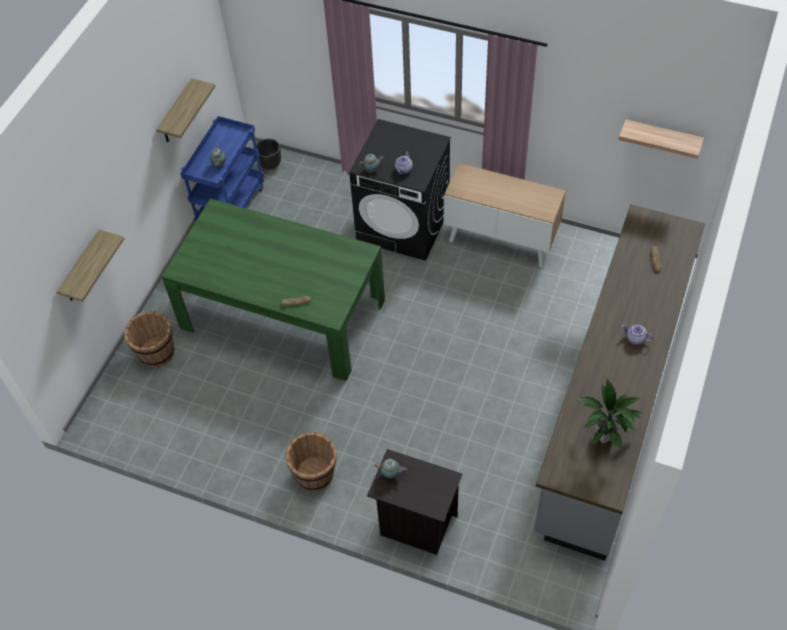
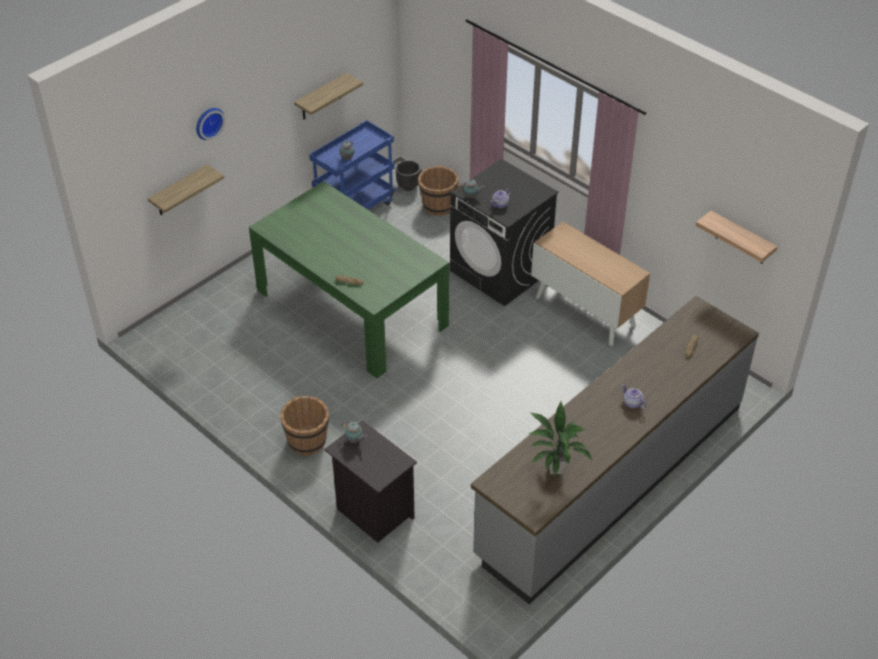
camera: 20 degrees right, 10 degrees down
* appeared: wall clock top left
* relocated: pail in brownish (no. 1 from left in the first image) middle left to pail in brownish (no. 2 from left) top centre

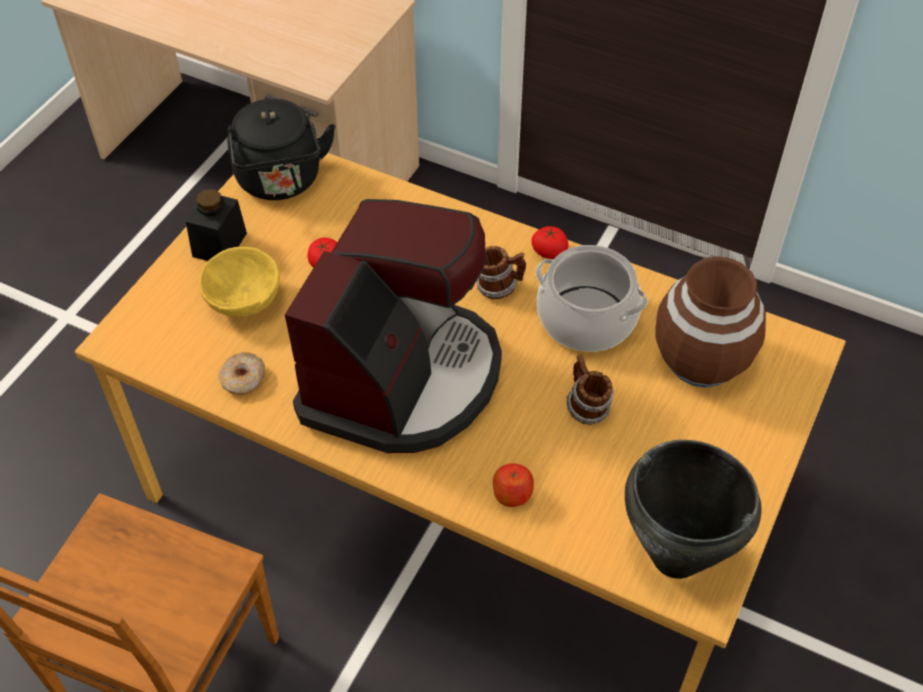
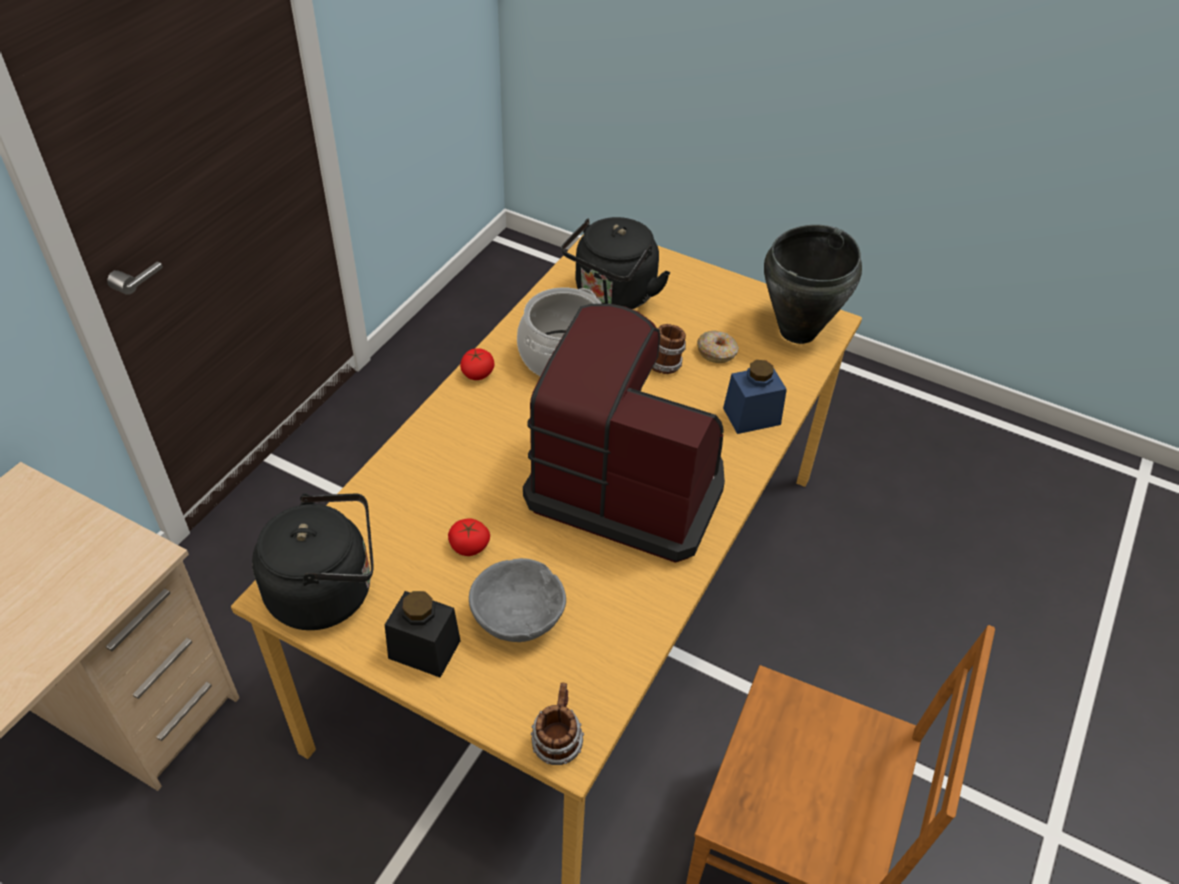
camera: 90 degrees left, 5 degrees down
* colour: serving bowl in yellow-coloured middle left to serving bowl in grey bottom centre
* relocated: coffee mug (no. 1 from left) centre to bottom centre
* exchanged: vase in brownish middle right to kettle in blackish (no. 2 from left) top centre
* relocated: doughnut middle left to centre
* exchanged: whole apple bottom centre to preserve jar in bluish centre

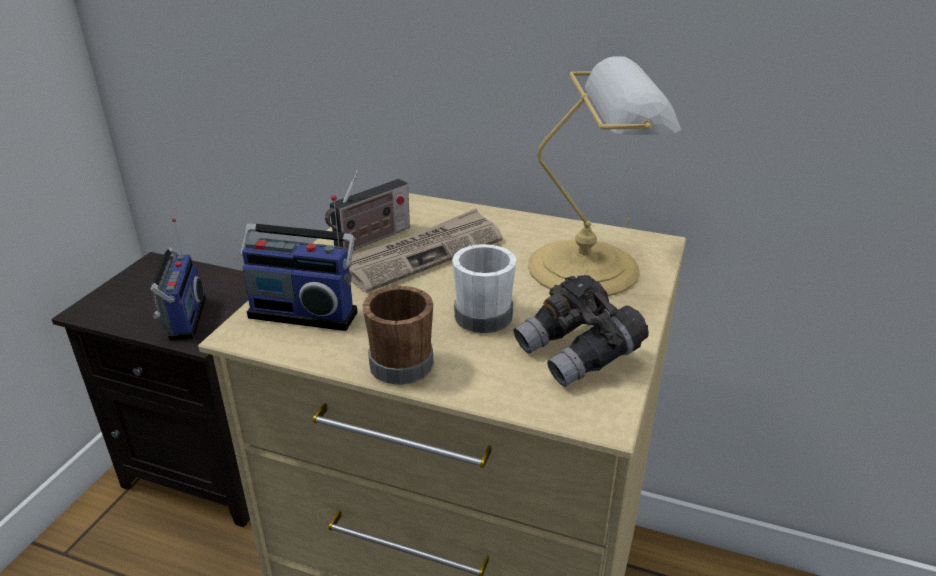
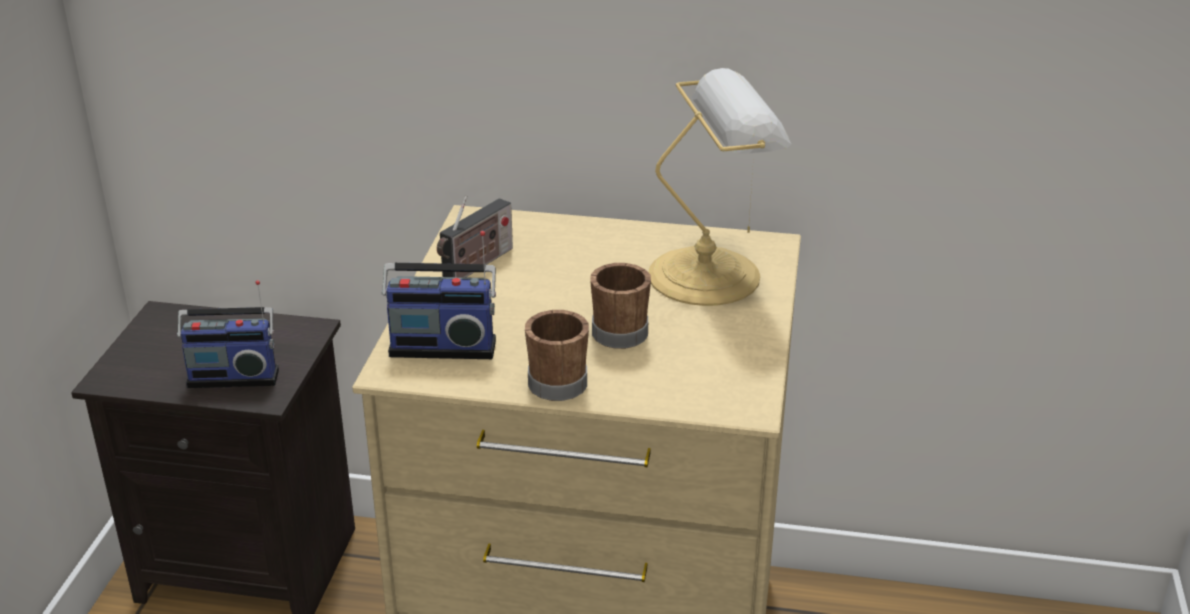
camera: 10 degrees left, 0 degrees up
* spun: radio set (no. 1 from left) middle left = middle left 105 degrees clockwise
* colour: coffee mug in white-coloured centre to coffee mug in brownish (no. 2 from left) centre
* missing: printed paper centre
* missing: pair of binoculars in grey centre

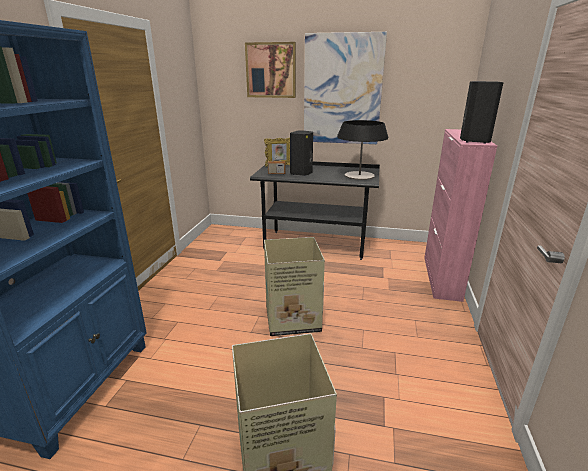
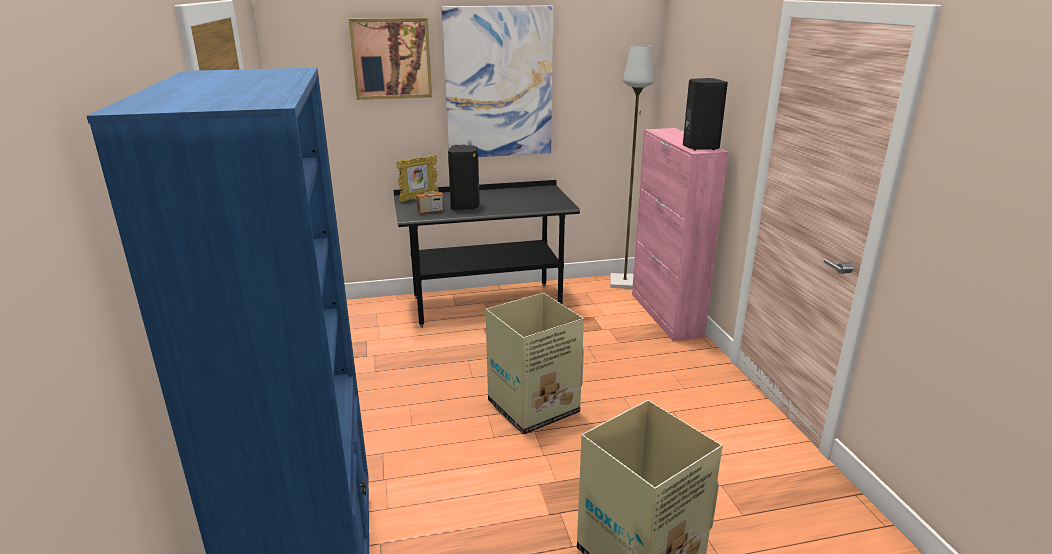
camera: 25 degrees left, 0 degrees up
* appeared: standard lamp in grey top centre
* missing: tabletop lamp top centre

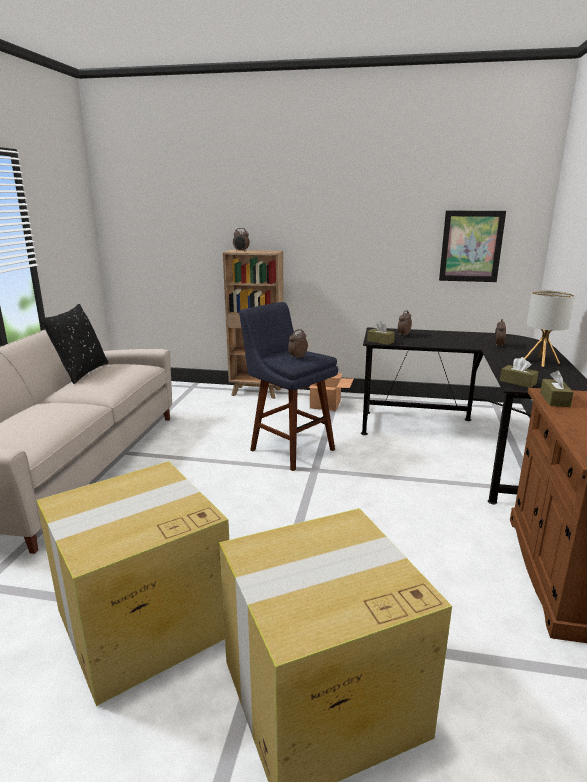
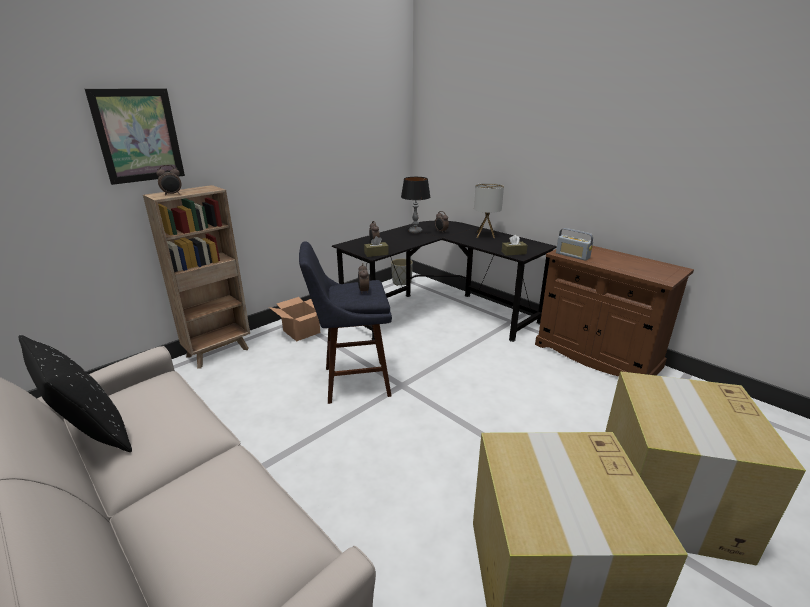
camera: 55 degrees left, 5 degrees up
* relocated: wall art top right to top left
* appeared: plant pot in grey centre
* appeared: tabletop lamp (no. 1 from left) centre
* exchanged: tissue holder in brownish (no. 3 from left) middle right to radio set middle right

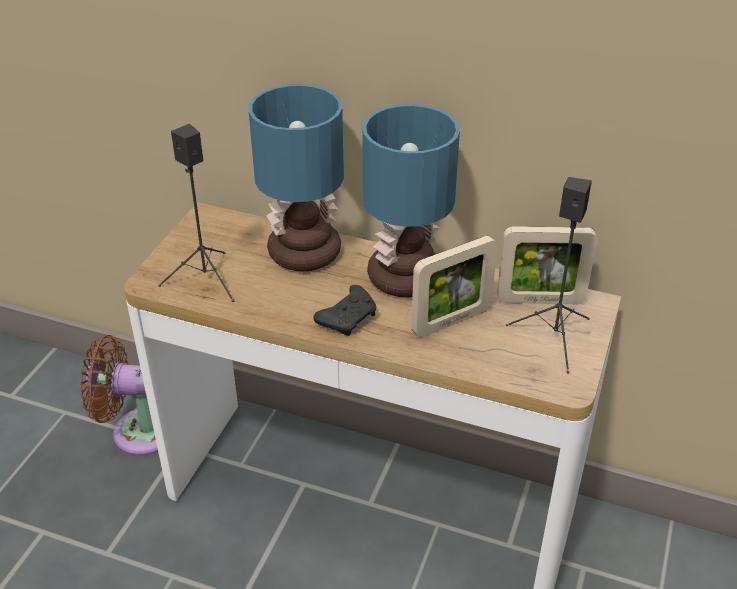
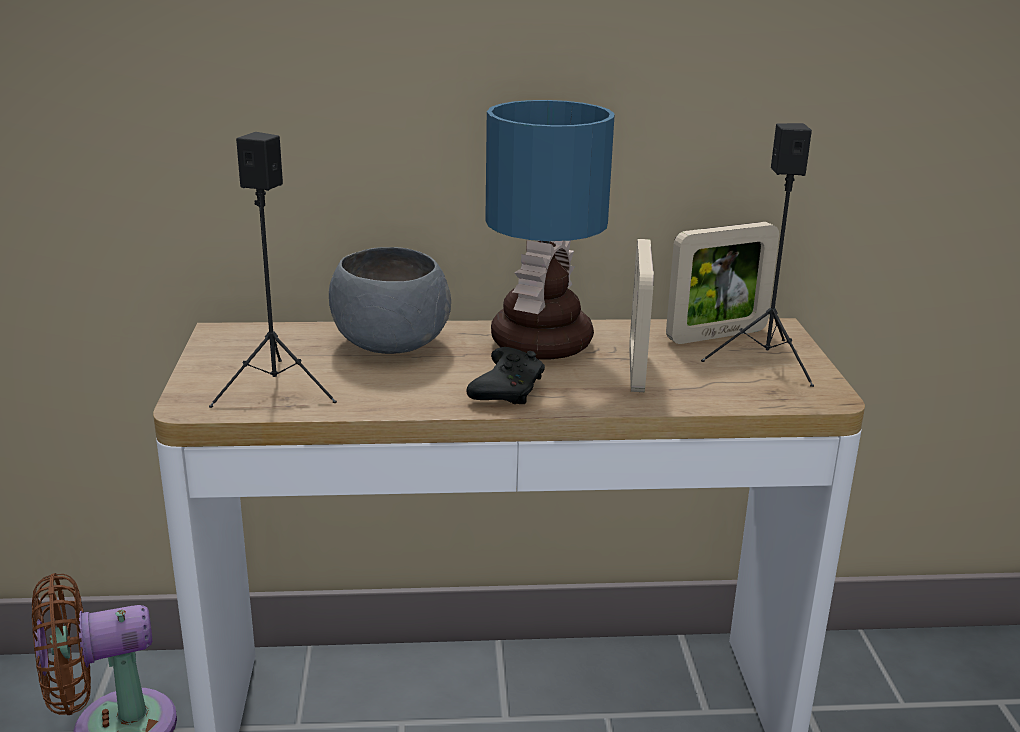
camera: 25 degrees left, 15 degrees down
* exchanged: tabletop lamp (no. 1 from left) top centre to serving bowl in grey centre
* spun: standing frame (no. 1 from left) centre = centre 150 degrees clockwise

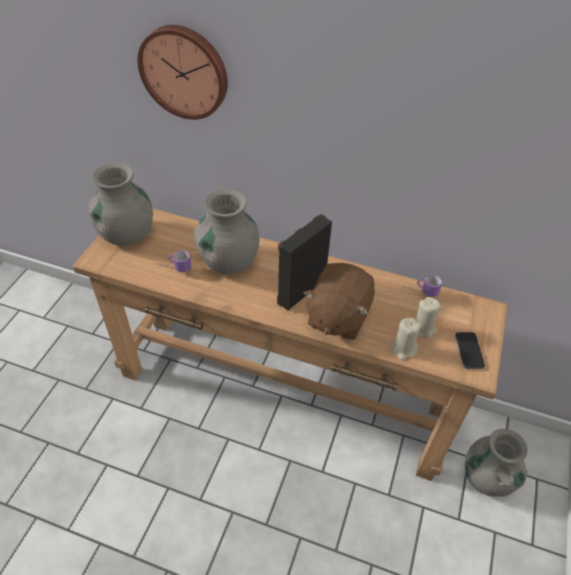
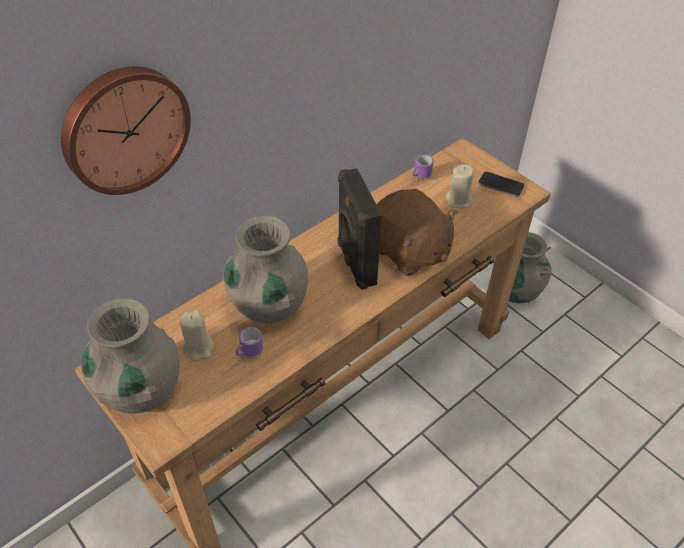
camera: 60 degrees left, 0 degrees up
* relocated: wax candle in beige (no. 1 from left) middle right to middle left

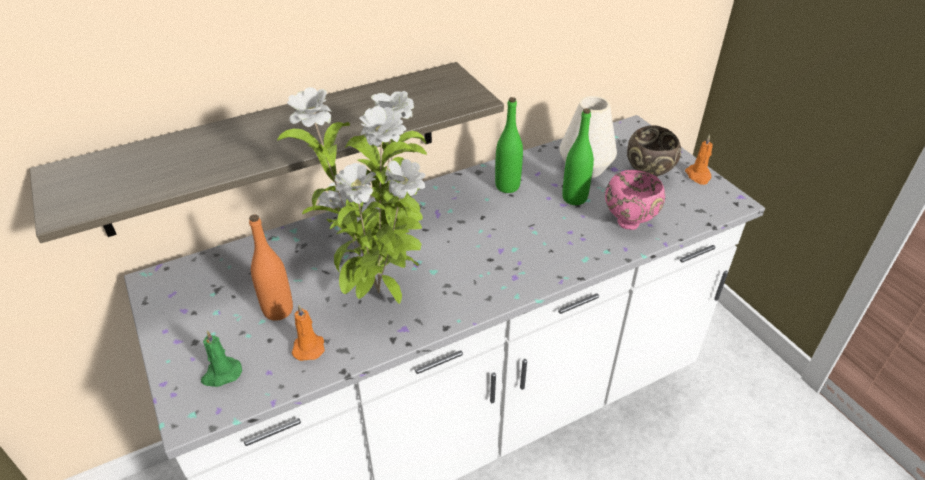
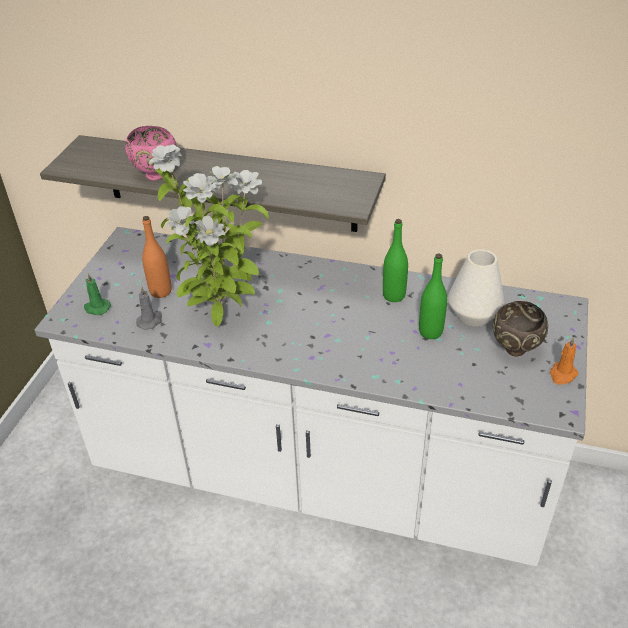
camera: 45 degrees right, 0 degrees up
* relocated: serving bowl in pinkish middle right to top left
* colour: wax candle in orange (no. 1 from left) bottom left to wax candle in grey middle left

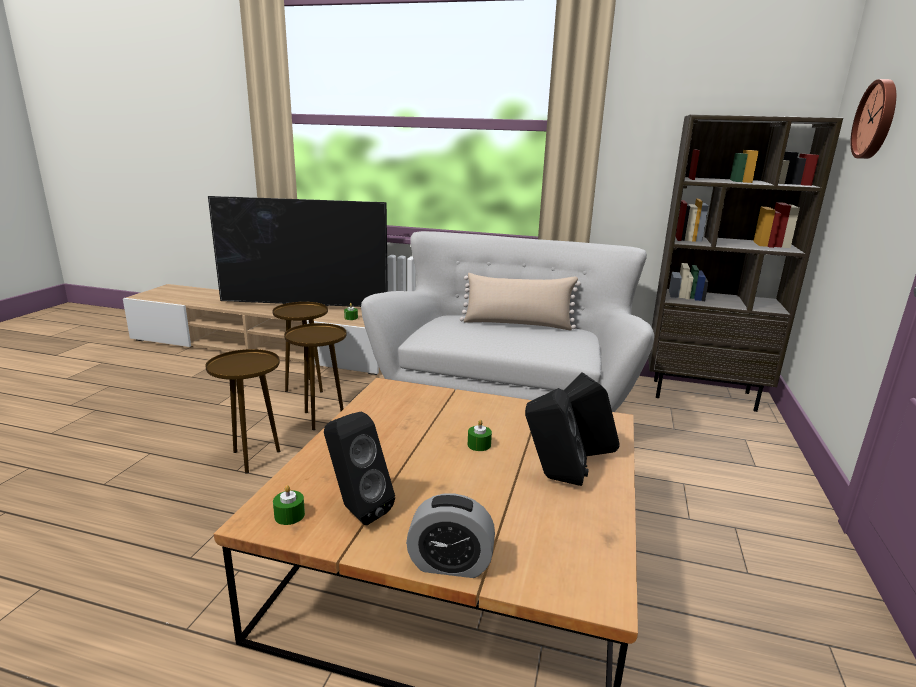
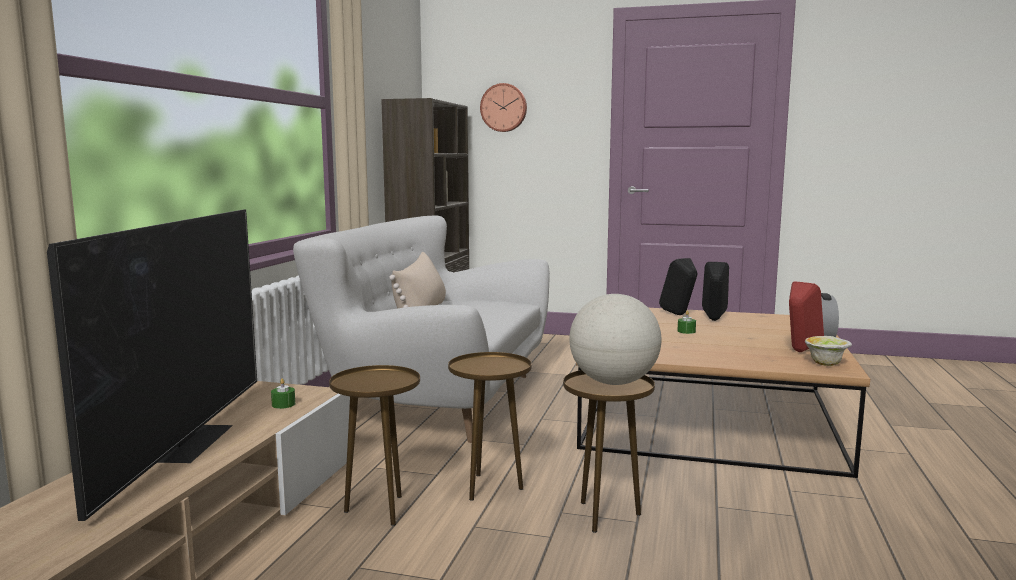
camera: 90 degrees left, 10 degrees down
* appeared: world globe centre
* colour: audio speaker in blackish (no. 1 from left) bottom centre to audio speaker in red middle right
* exchanged: wax candle in greenish (no. 1 from left) bottom left to serving bowl middle right

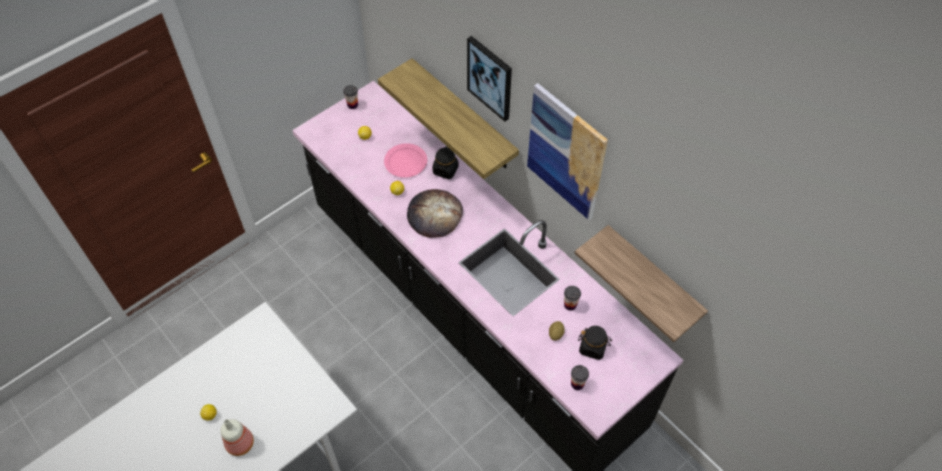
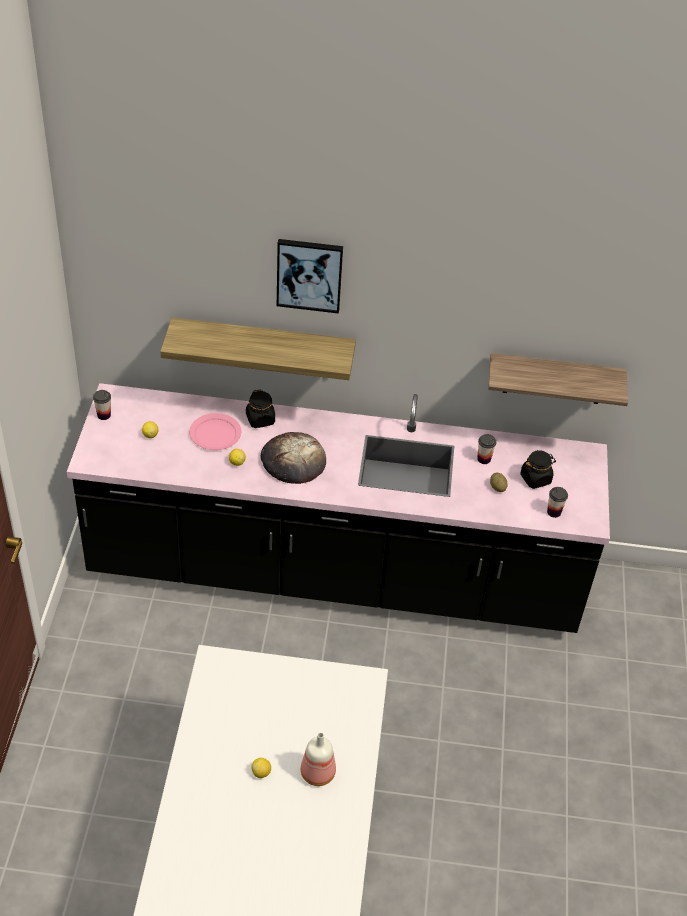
camera: 45 degrees left, 10 degrees down
* missing: wall art (no. 2 from left) top centre

